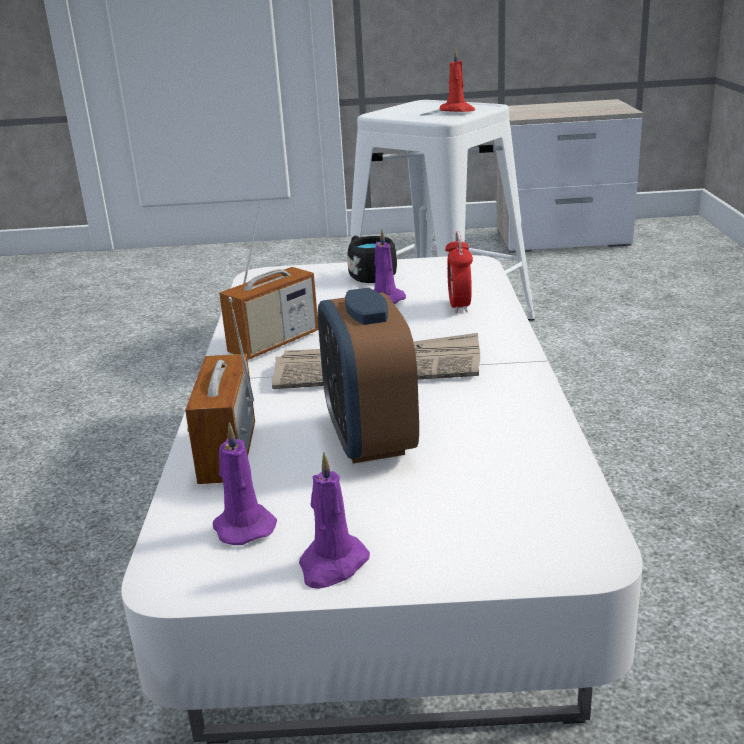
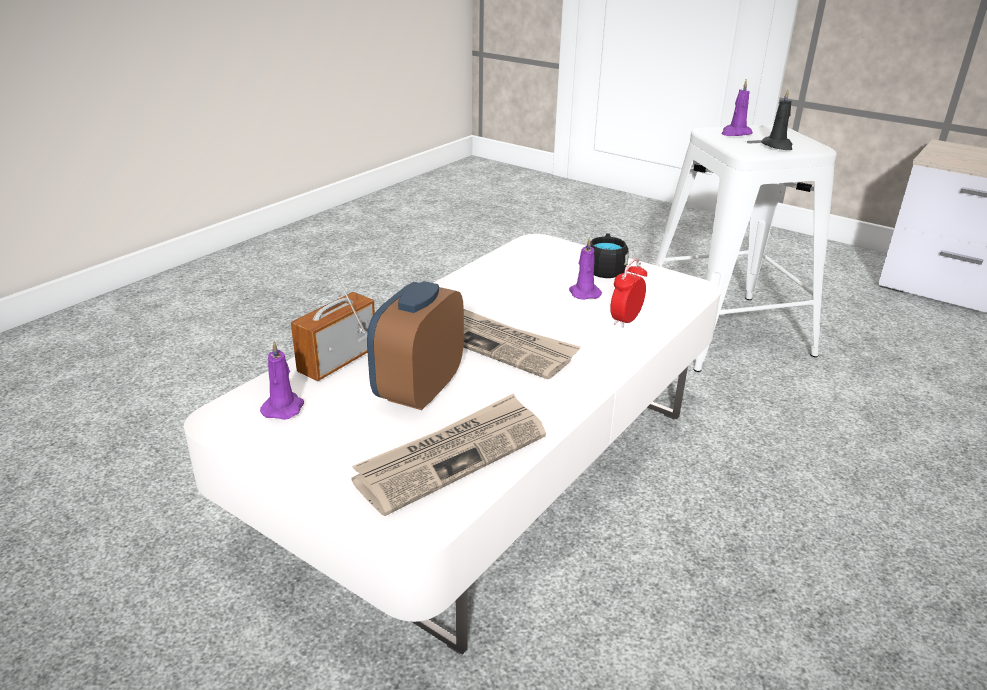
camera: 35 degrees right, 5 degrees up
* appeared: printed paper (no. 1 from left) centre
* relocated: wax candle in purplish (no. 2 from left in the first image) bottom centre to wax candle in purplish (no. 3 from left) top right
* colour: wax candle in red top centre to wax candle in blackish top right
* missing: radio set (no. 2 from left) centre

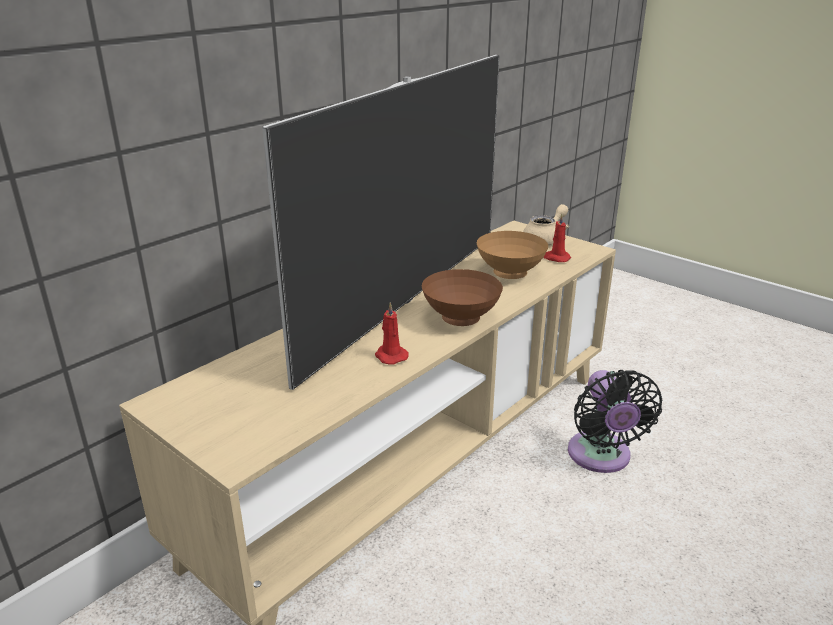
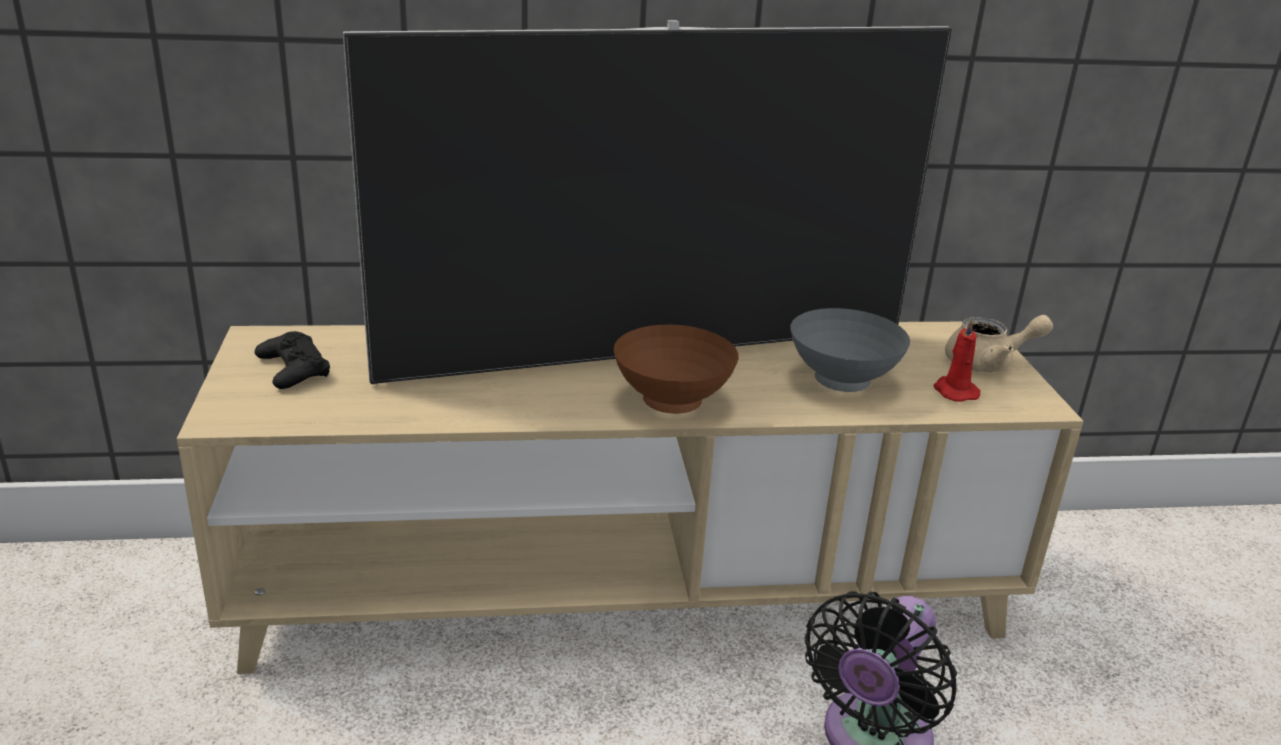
camera: 40 degrees right, 0 degrees up
* appeared: game controller in blackish middle left
* colour: serving bowl in brownish (no. 2 from left) centre to serving bowl in grey centre
* missing: wax candle in red (no. 1 from left) centre

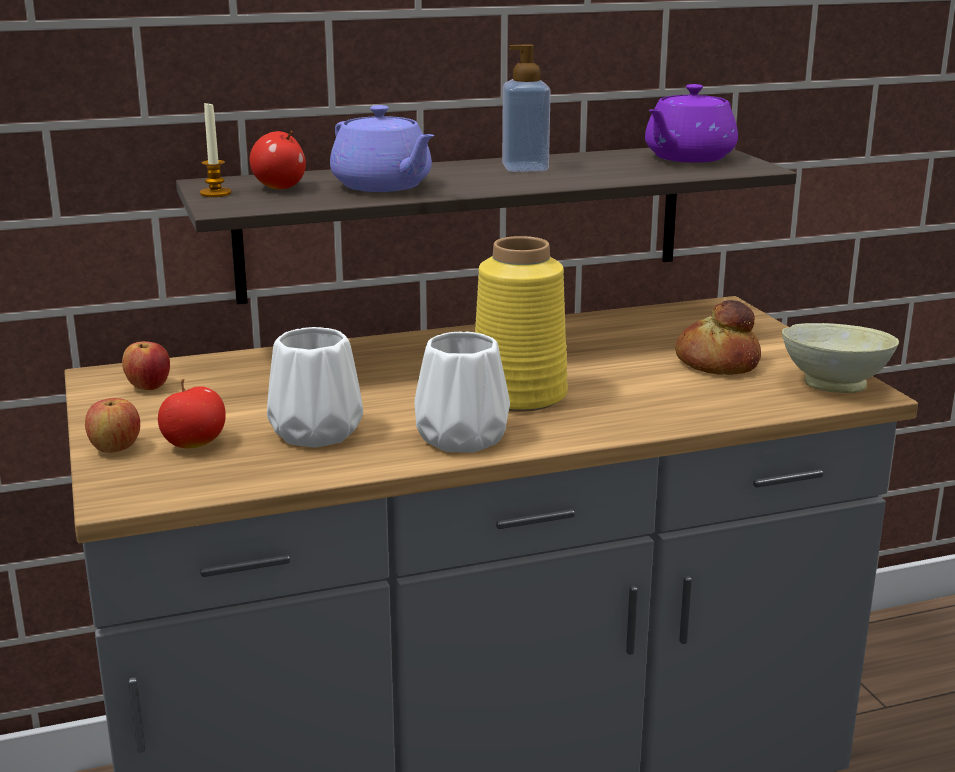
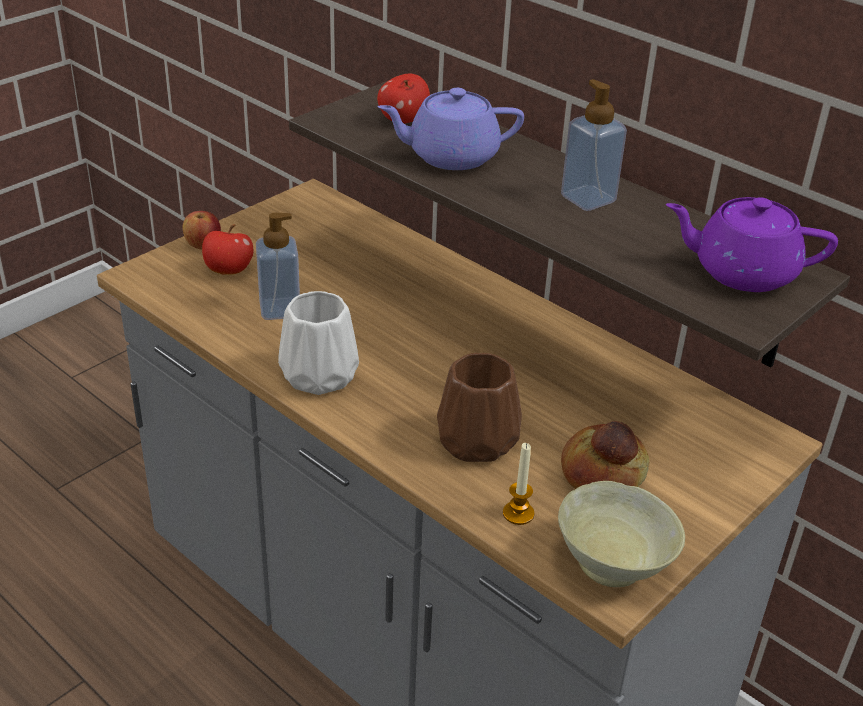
camera: 60 degrees right, 15 degrees up
* exchanged: vase in white-coloured (no. 1 from left) middle left to soap dispenser (no. 1 from left) middle left
* spun: teapot in purplish (no. 1 from left) top centre = top centre 60 degrees clockwise
* appeared: vase in brownish centre
* relocated: wax candle top left to bottom centre
* missing: whole apple (no. 2 from left) middle left
* missing: vase in yellow-coloured centre

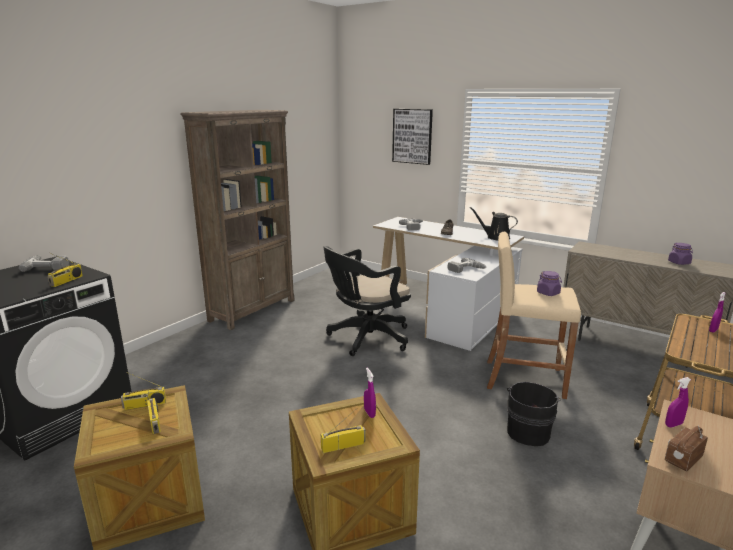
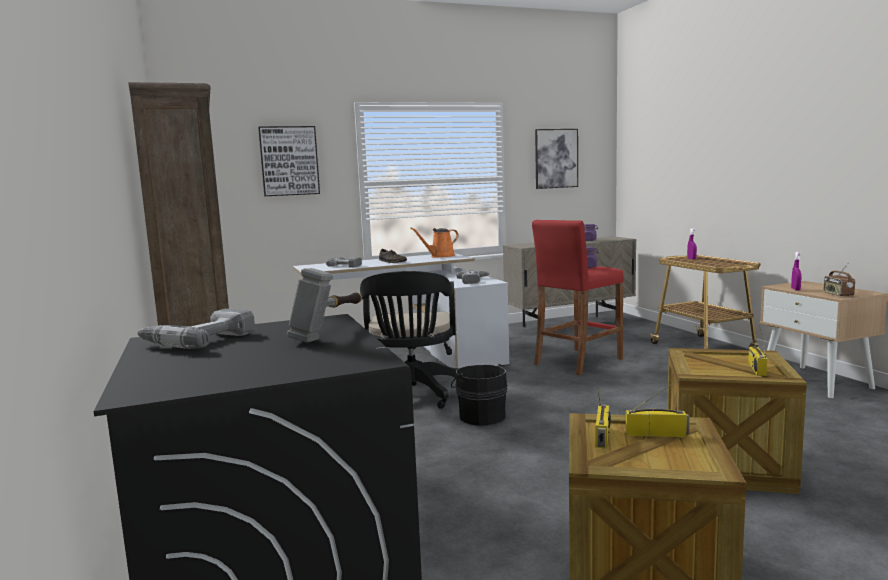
camera: 55 degrees left, 10 degrees down
* exchanged: radio set (no. 1 from left) middle left to hand hammer centre
* colour: sprinkling can in blackish middle right to sprinkling can in orange centre
* relocated: pail in blackish bottom right to bottom centre
* colour: stool in beige middle right to stool in red centre
* appeared: wall art (no. 2 from left) top centre
* missing: spray bottle in purplish (no. 1 from left) bottom centre

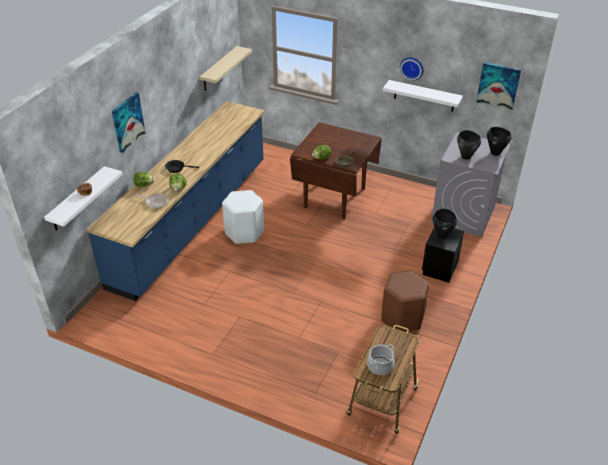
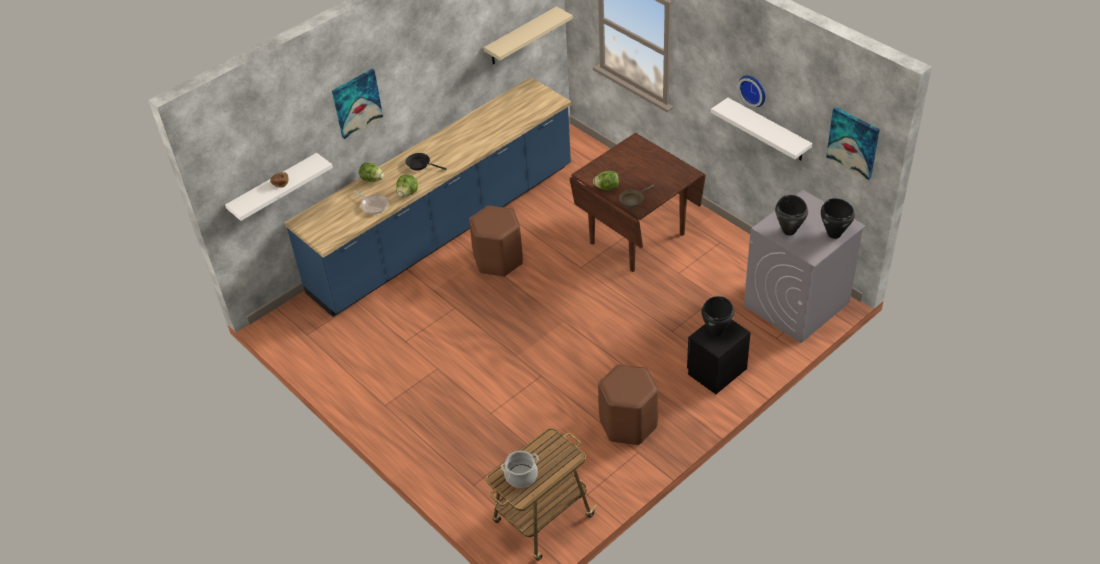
camera: 25 degrees right, 5 degrees up
* colour: stool in white-coloured centre to stool in brownish (no. 1 from left) centre

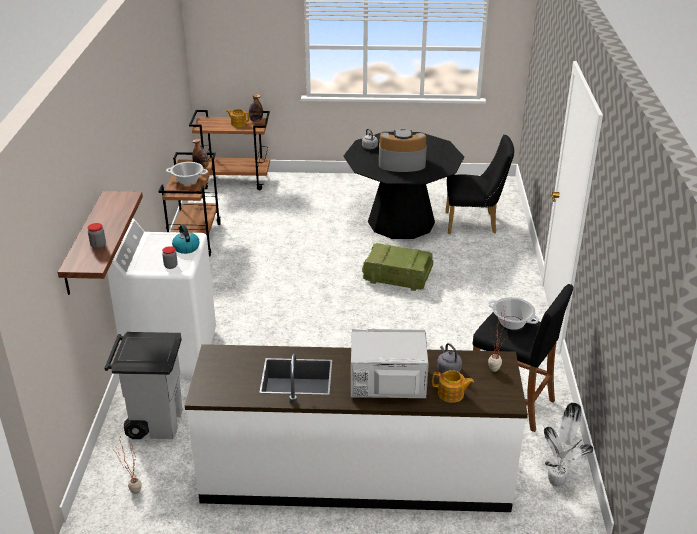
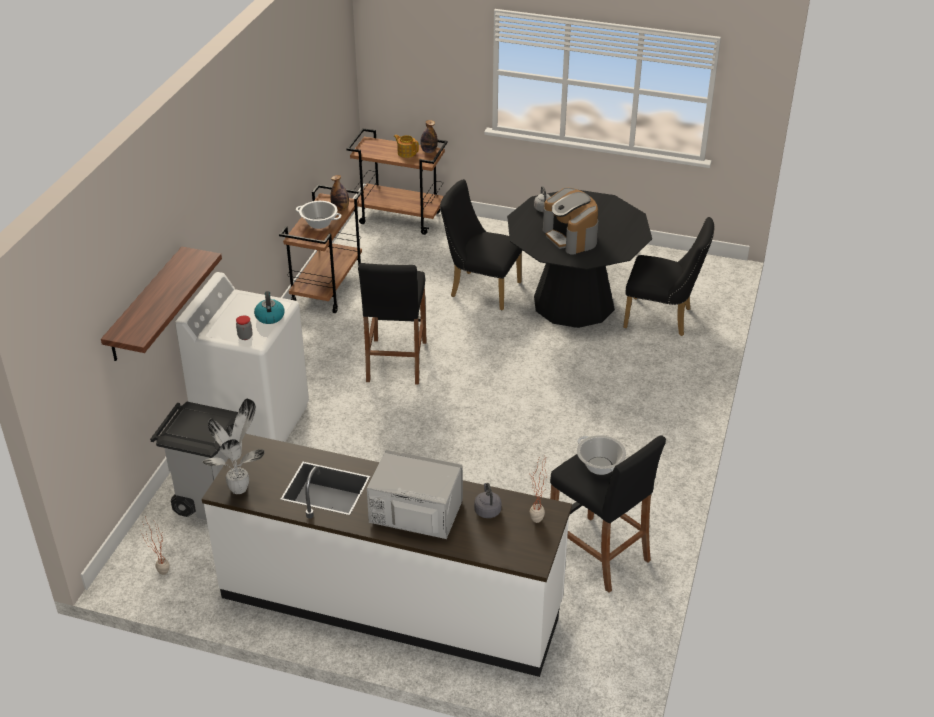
camera: 15 degrees right, 5 degrees up
* relocated: houseplant (no. 3 from left in the first image) bottom right to houseplant (no. 2 from left) middle left
* appeared: stool in blackish (no. 1 from left) centre
* appeared: upright chair in blackish (no. 1 from left) centre
* spun: coffee brewer top centre = top centre 135 degrees counterclockwise
* missing: preserve jar (no. 1 from left) middle left
* missing: shipping crate centre
* missing: teapot (no. 2 from left) bottom centre

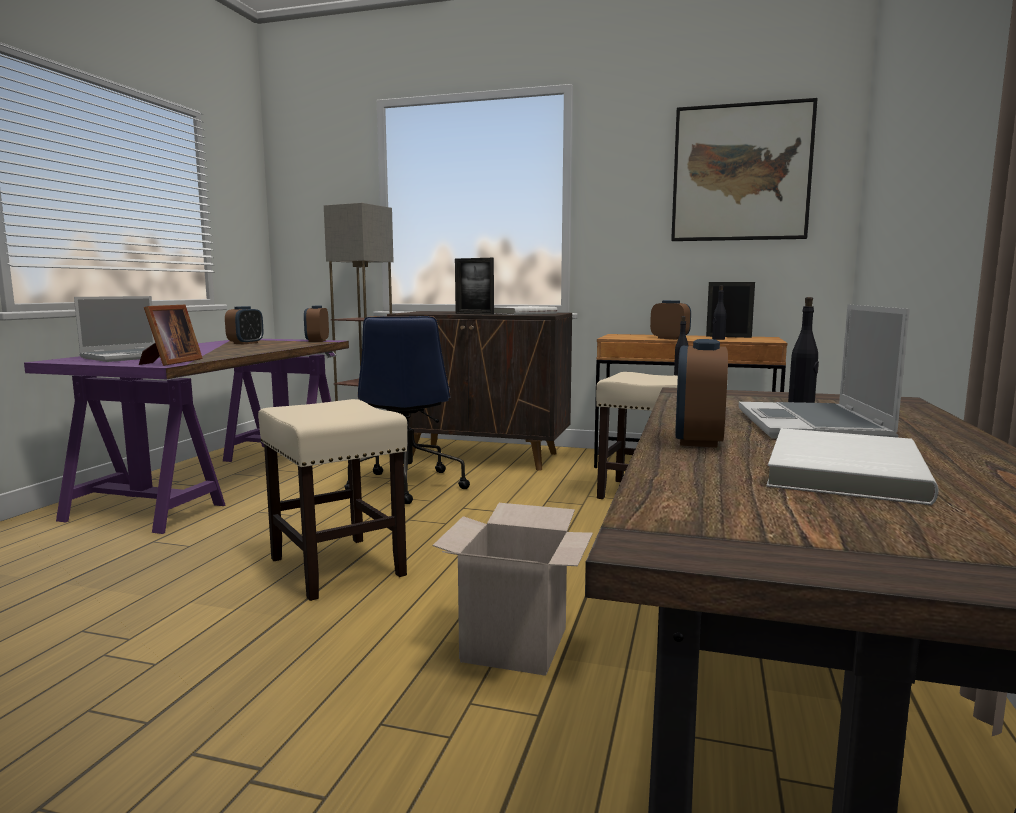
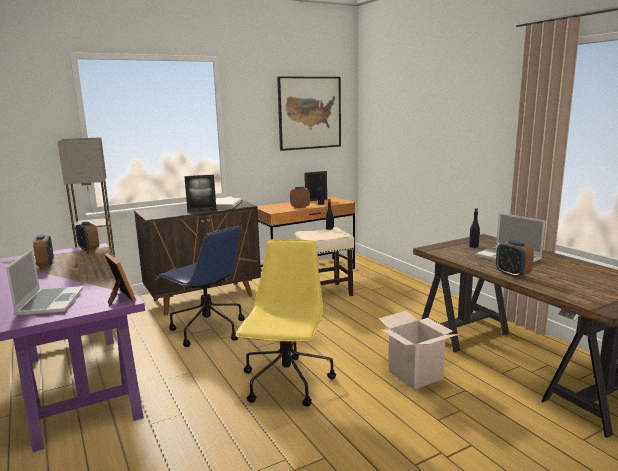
camera: 45 degrees left, 5 degrees up
* exchanged: stool in beige (no. 1 from left) middle left to computer chair in yellow-coloured bottom centre
* missing: bound book in white-coloured (no. 2 from left) middle right

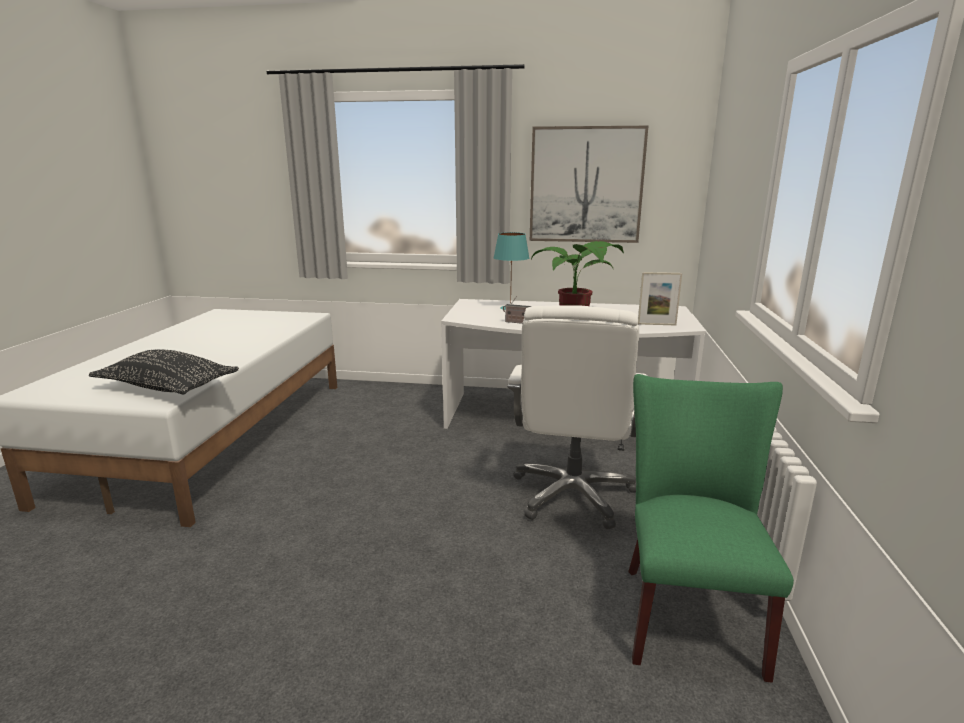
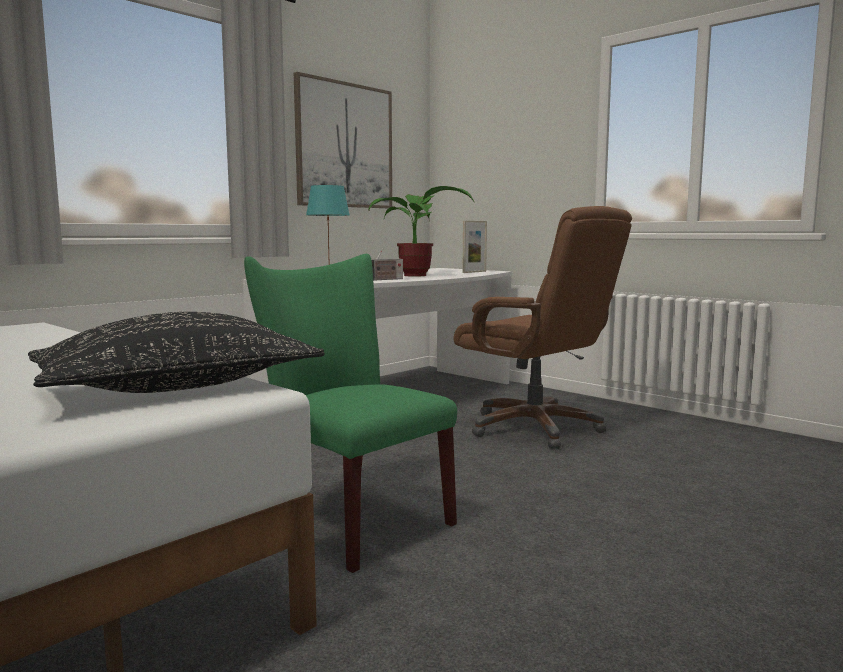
camera: 55 degrees left, 10 degrees down
* relocated: upright chair in greenish bottom right to centre
* colour: computer chair in white-coloured centre to computer chair in brownish centre

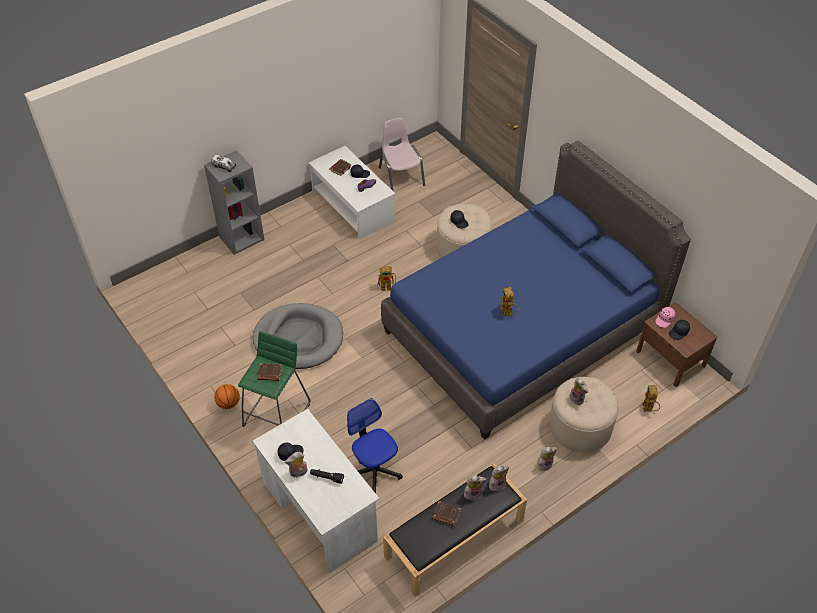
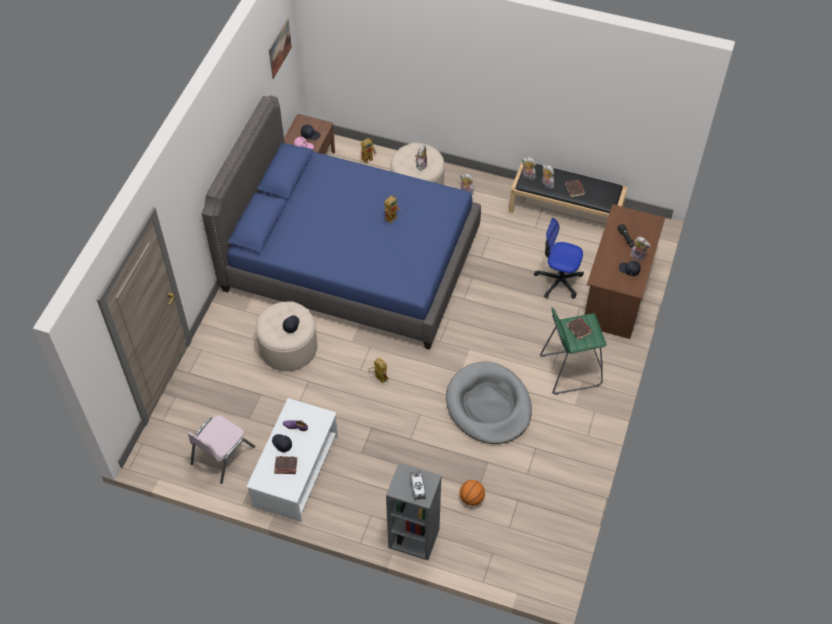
camera: 125 degrees left, 5 degrees up
* appeared: wall art top centre
* relocated: ball for basketball middle left to bottom centre
* spun: computer chair bottom centre = middle right 90 degrees clockwise
* colour: desk in white-coloured bottom centre to desk in brownish middle right

